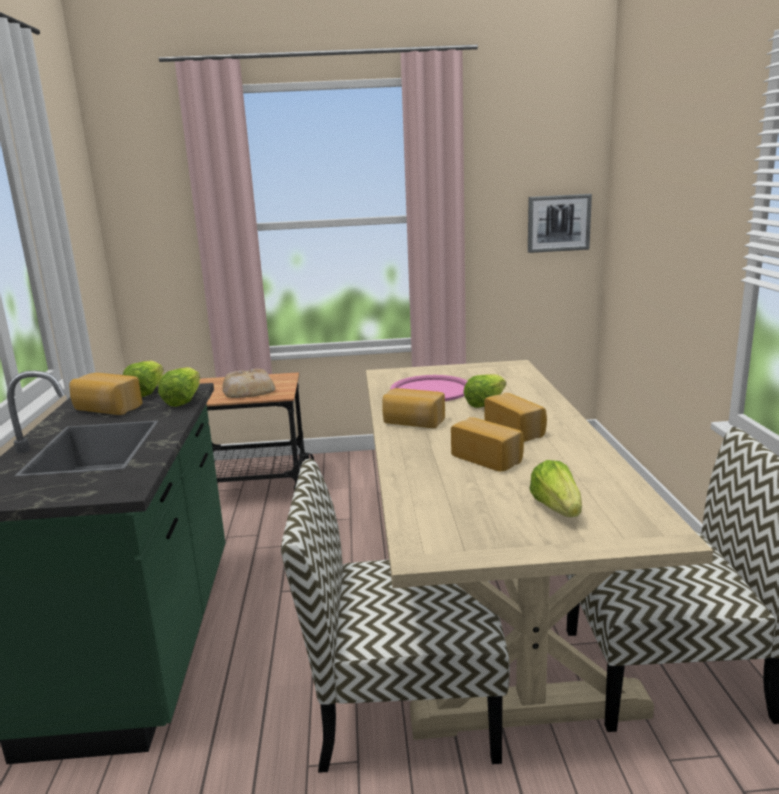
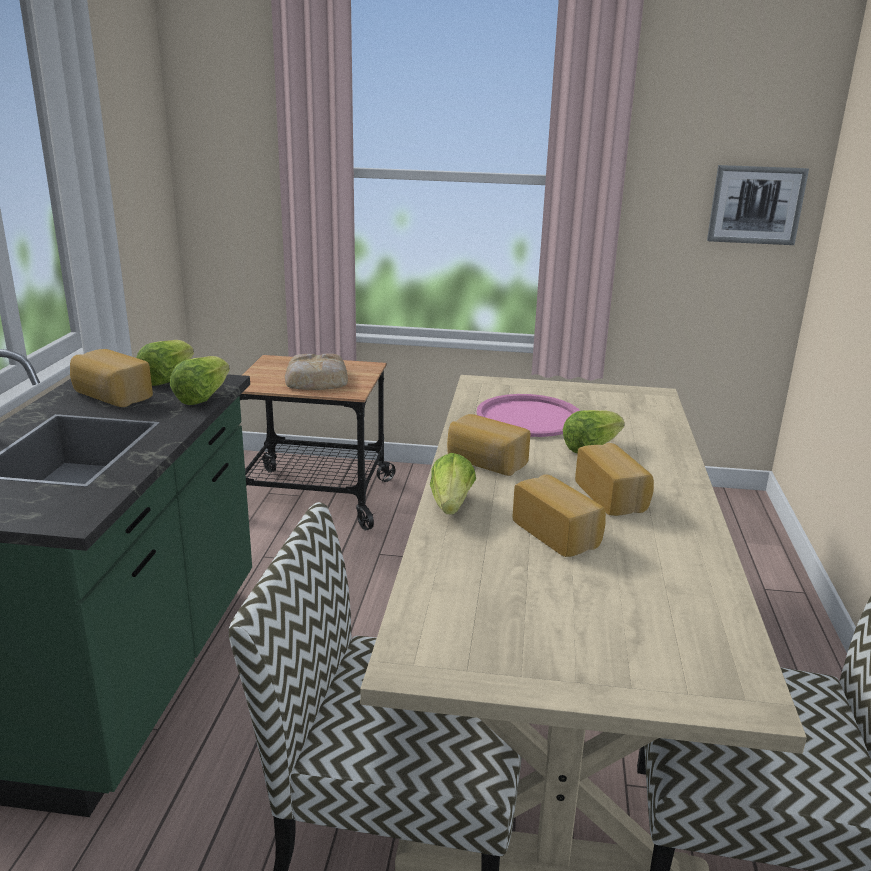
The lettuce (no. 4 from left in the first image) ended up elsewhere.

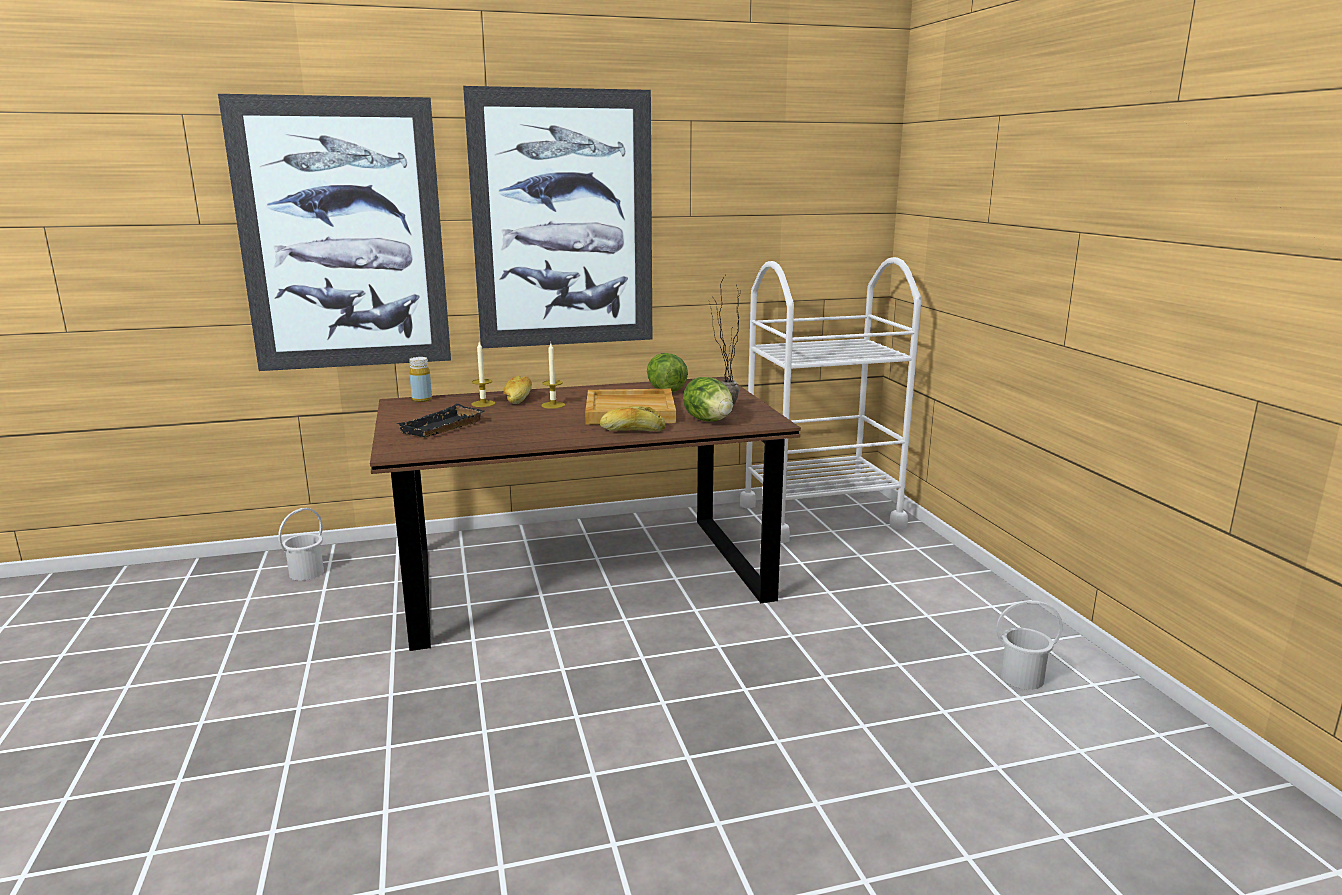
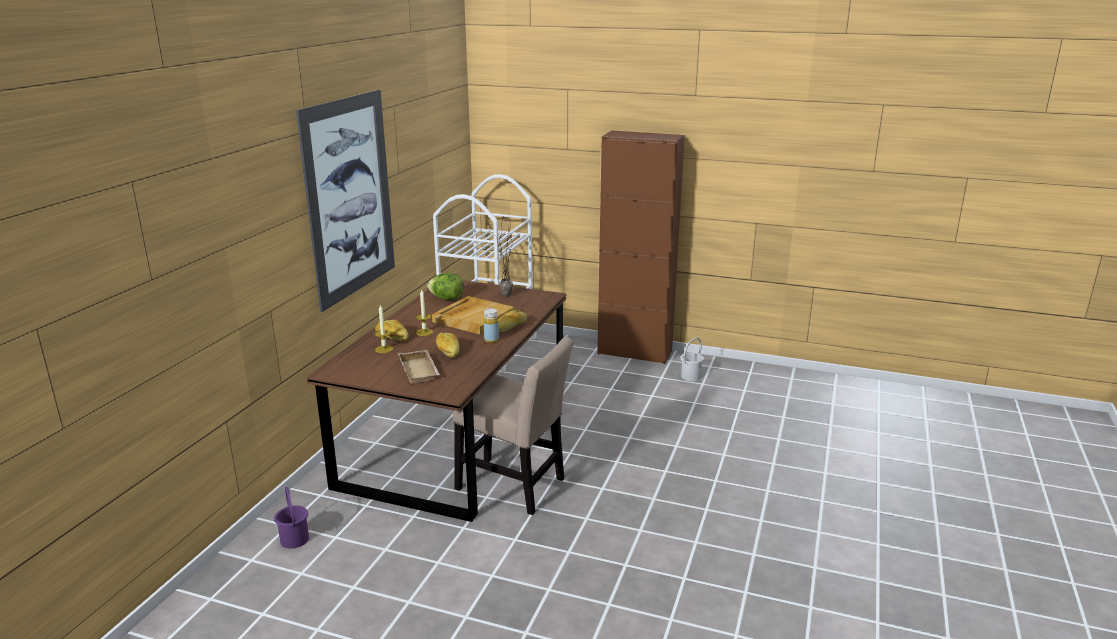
What was the white bucket (no. 1 from left) turned into the purple bucket.
What was the black tray turned into the beige tray (no. 1 from left).
The second view gained the bread (no. 2 from left).
The second view gained the beige chair.
The yellow bottle ended up elsewhere.
The second view gained the brown cabinet.
The second view lost the picture (no. 1 from left).
The second view lost the lettuce (no. 2 from left).

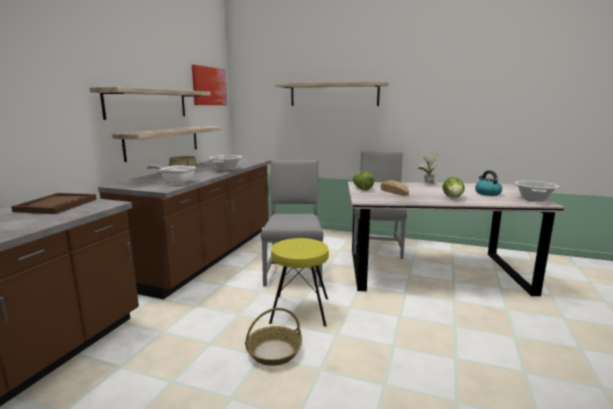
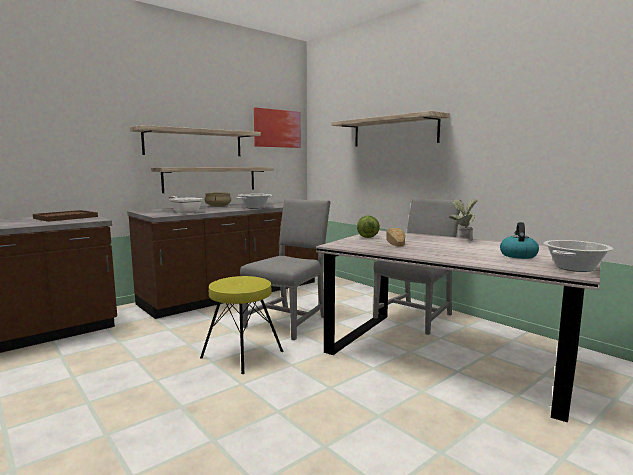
The second view lost the basket.
The second view lost the lettuce (no. 2 from left).

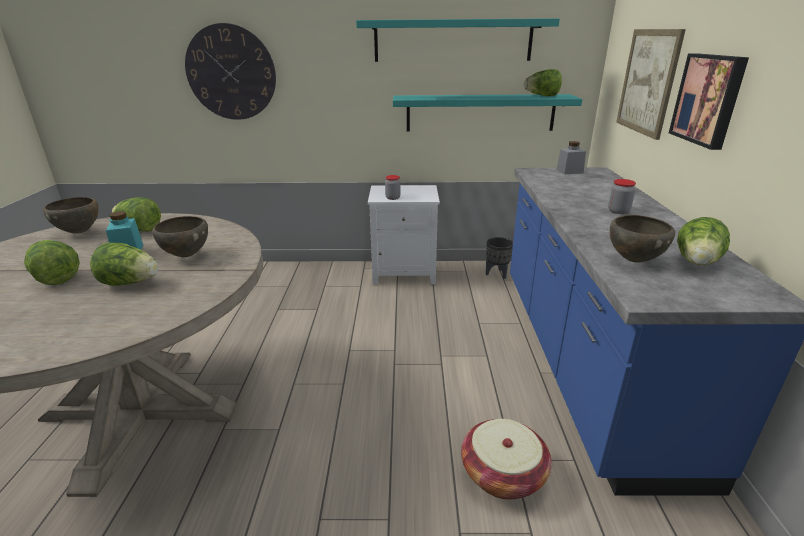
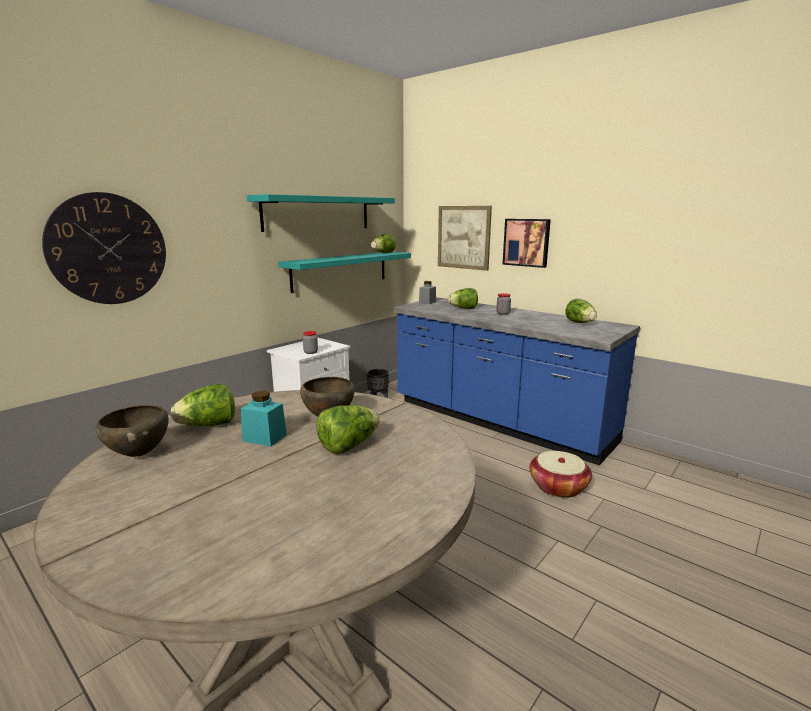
The lettuce (no. 1 from left in the first image) ended up elsewhere.
The second view lost the brown bowl (no. 3 from left).

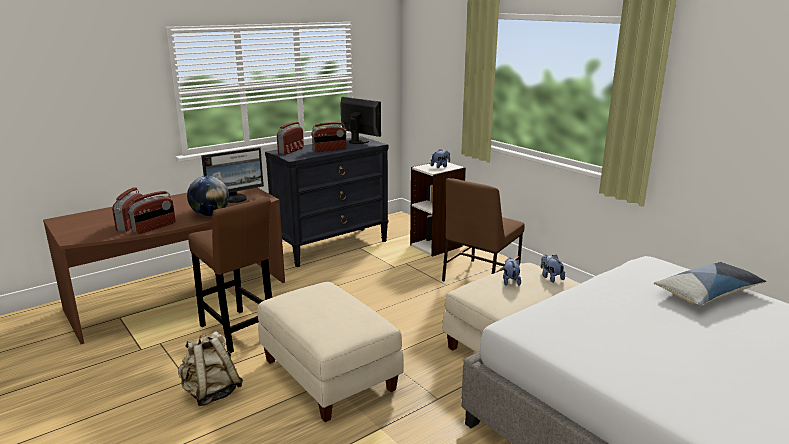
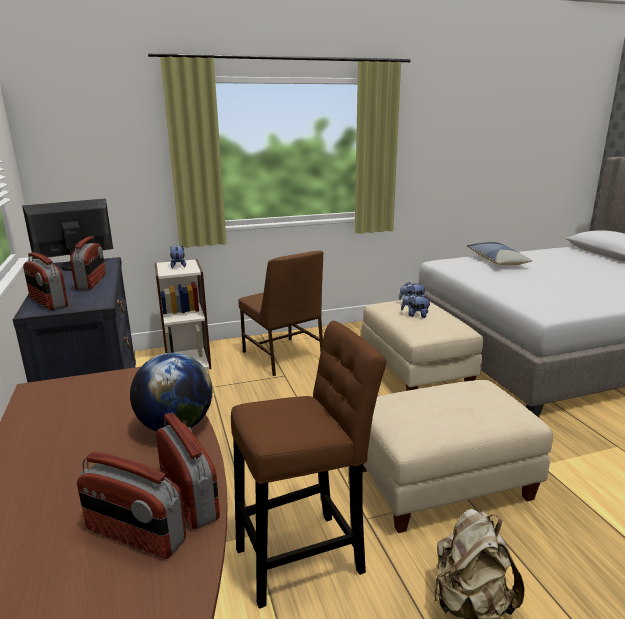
The second view lost the monitor (no. 1 from left).

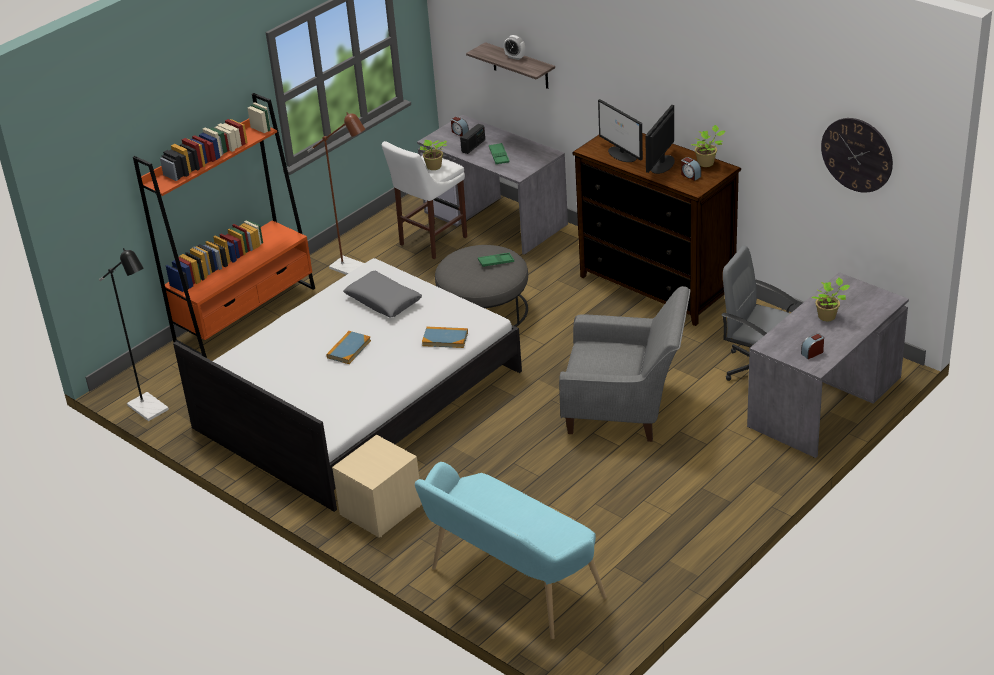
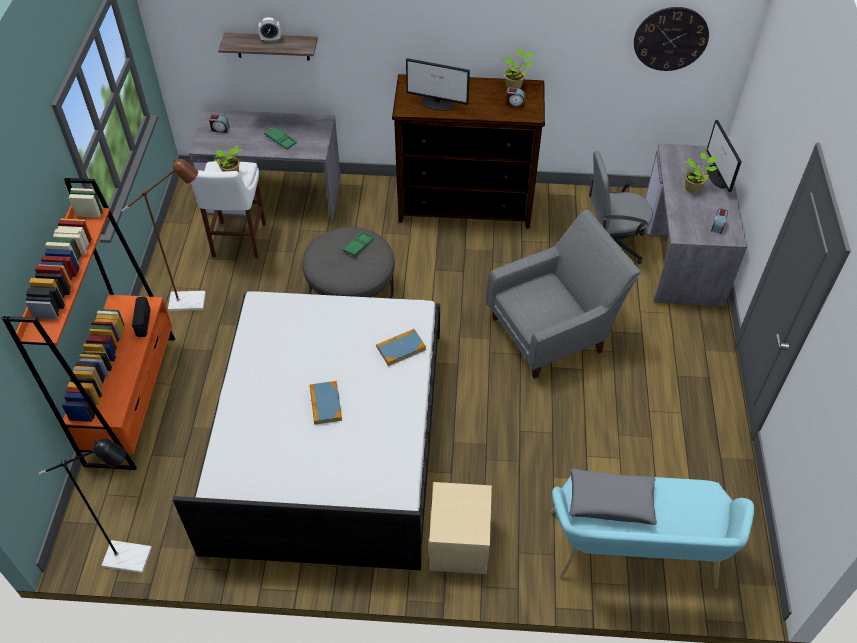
The radio ended up elsewhere.
The grey pillow ended up elsewhere.
The monitor (no. 2 from left) ended up elsewhere.

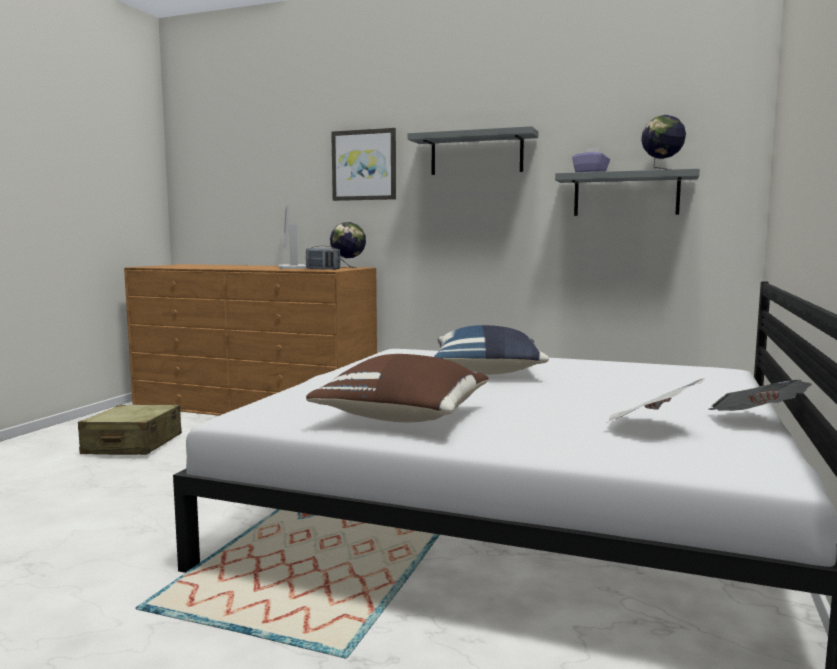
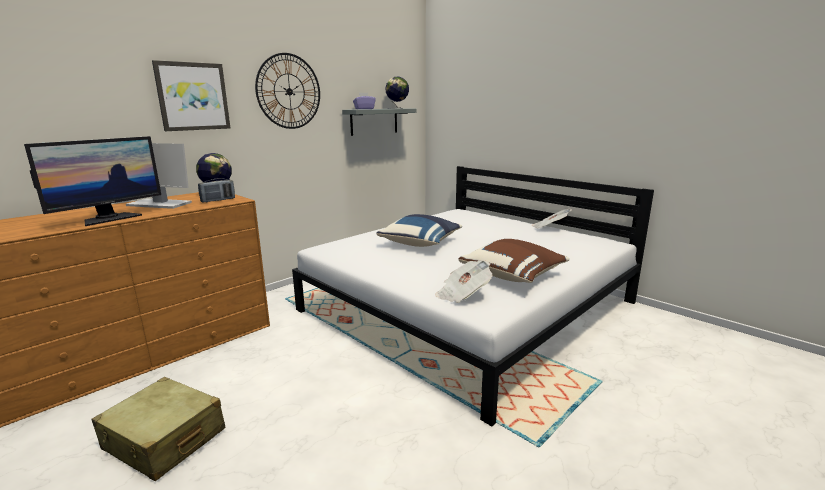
The second view gained the monitor (no. 1 from left).
Where the grey shelf (no. 1 from left) hung, the wall clock came to hang.
The newspaper (no. 1 from left) ended up elsewhere.

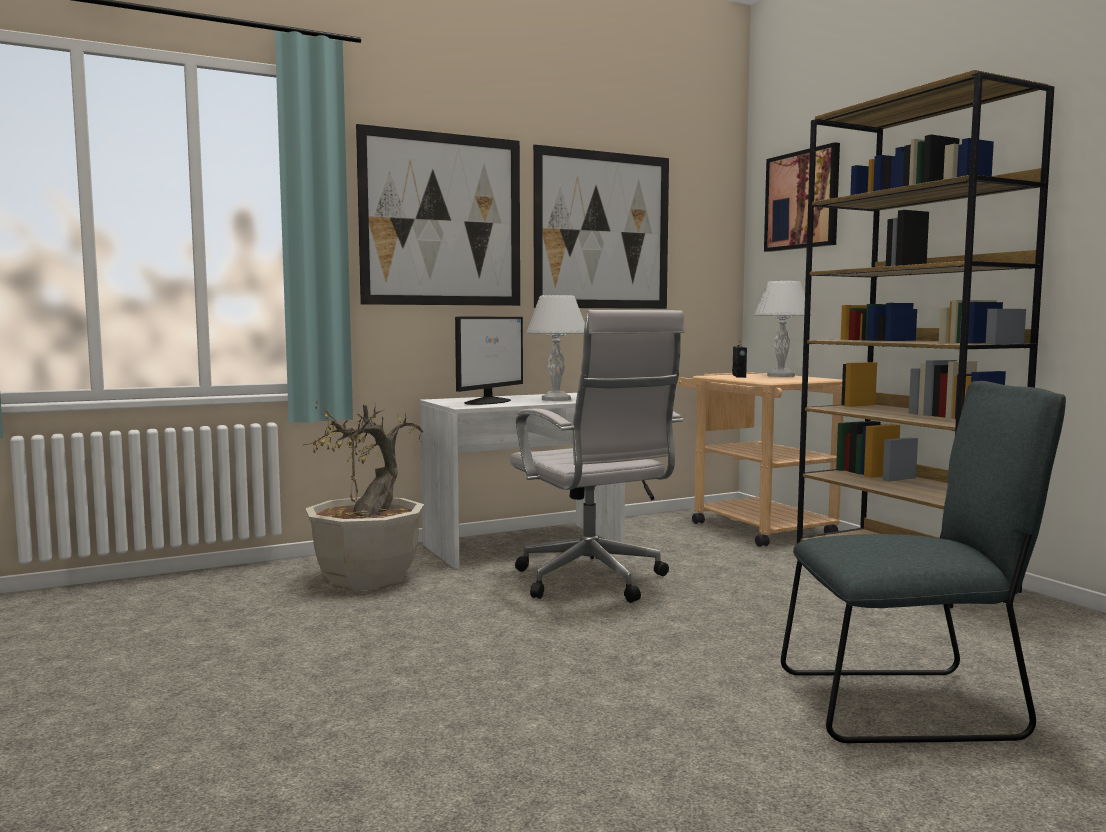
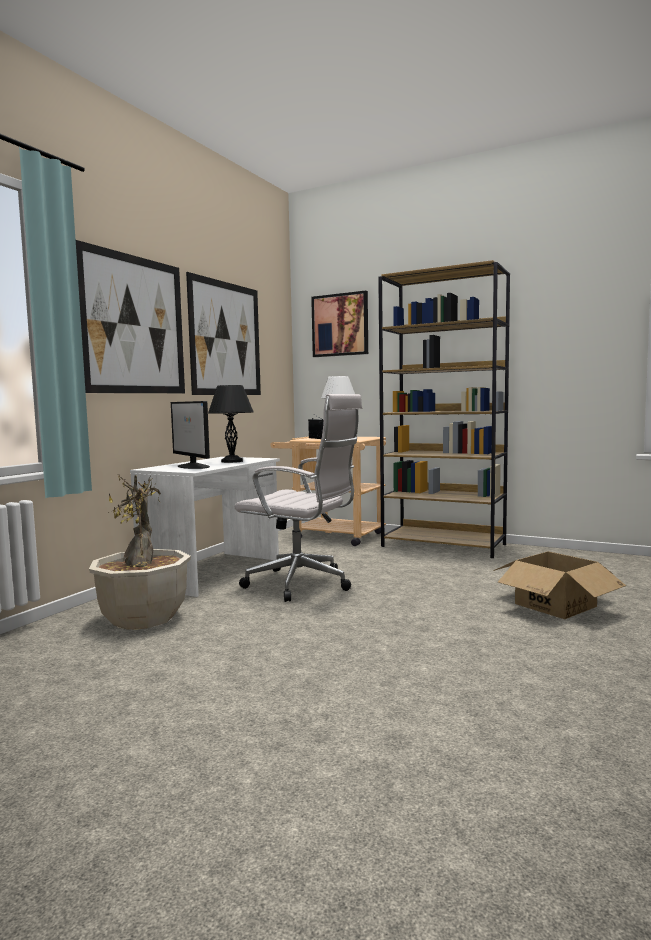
The monitor ended up facing another way, 150 degrees clockwise from before.
What was the white table lamp (no. 1 from left) turned into the black table lamp.
Where the grey chair stood, the cardboard box came to stand.

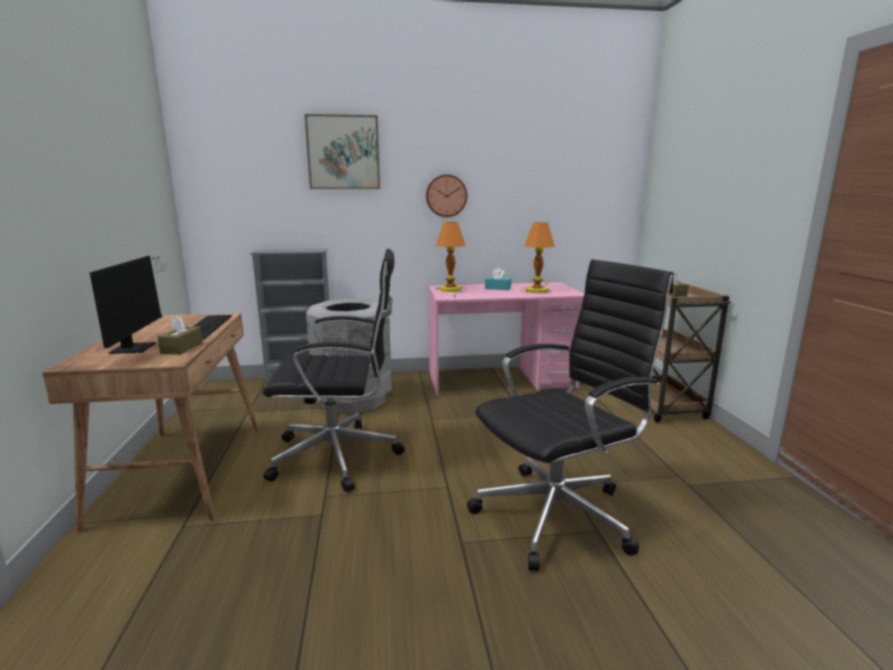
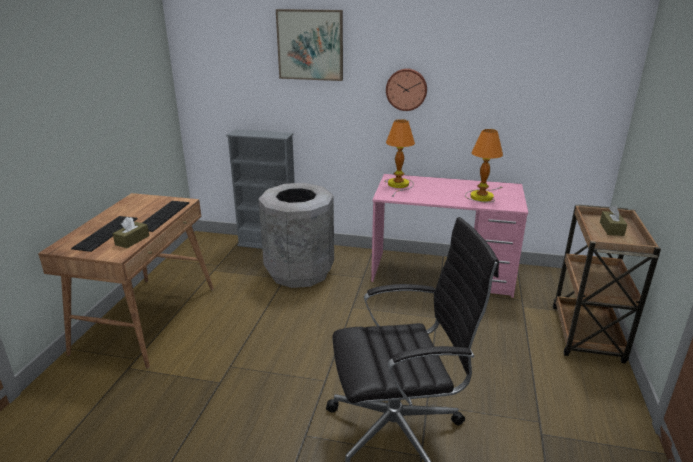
Where the monitor stood, the keyboard (no. 1 from left) came to stand.
The second view lost the black office chair (no. 1 from left).
The second view lost the turquoise tissue box.

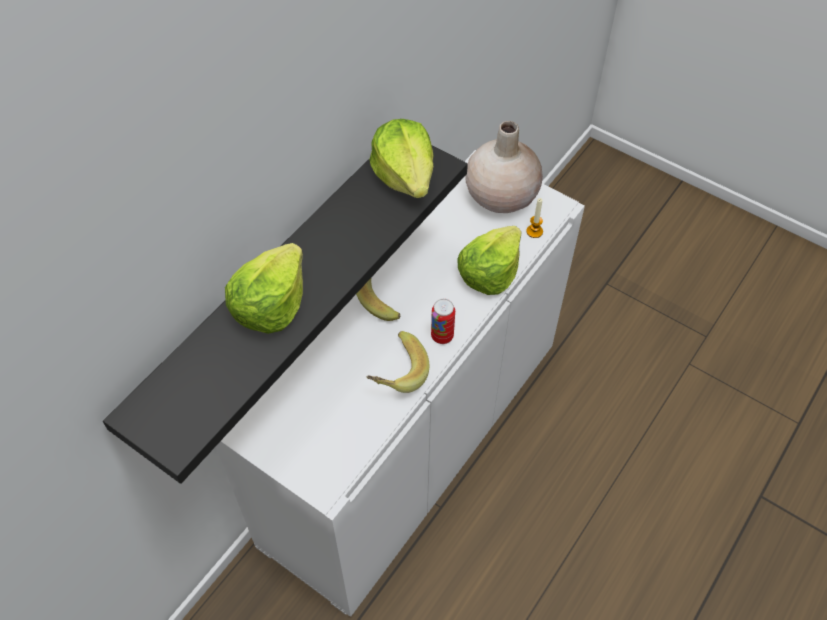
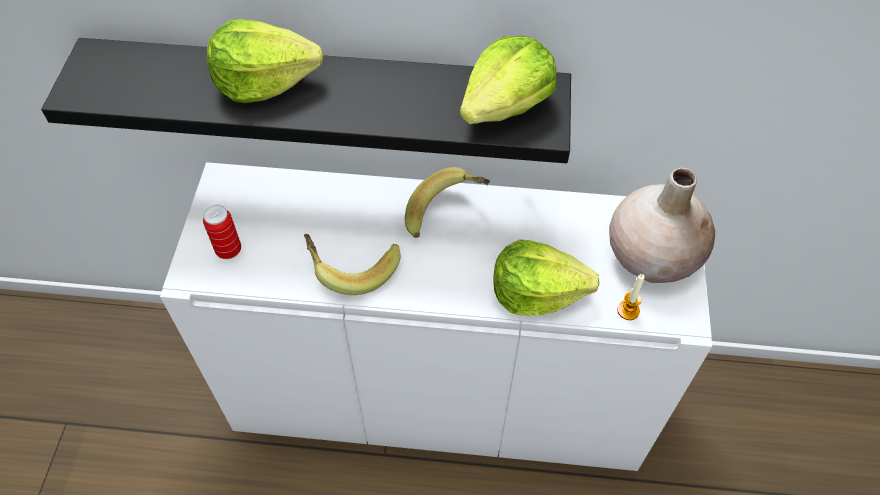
The can ended up elsewhere.

